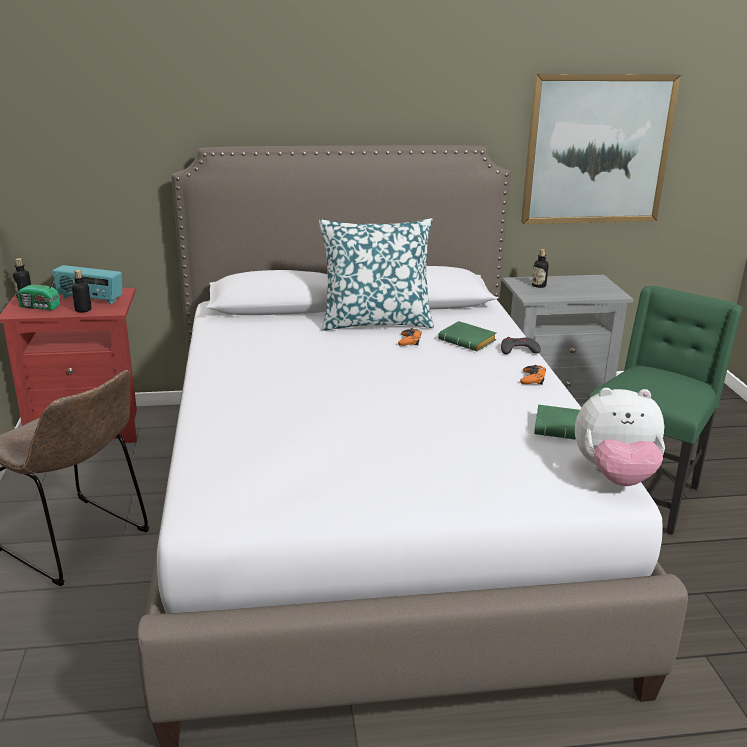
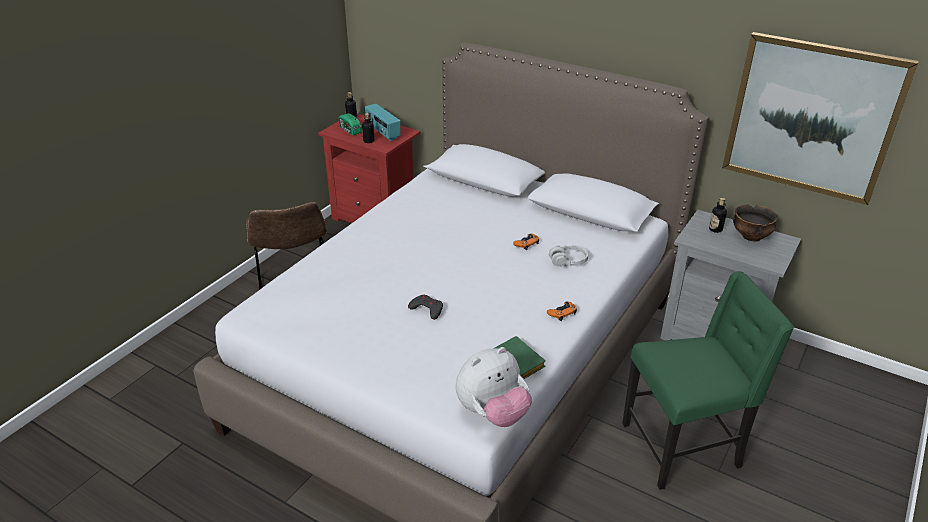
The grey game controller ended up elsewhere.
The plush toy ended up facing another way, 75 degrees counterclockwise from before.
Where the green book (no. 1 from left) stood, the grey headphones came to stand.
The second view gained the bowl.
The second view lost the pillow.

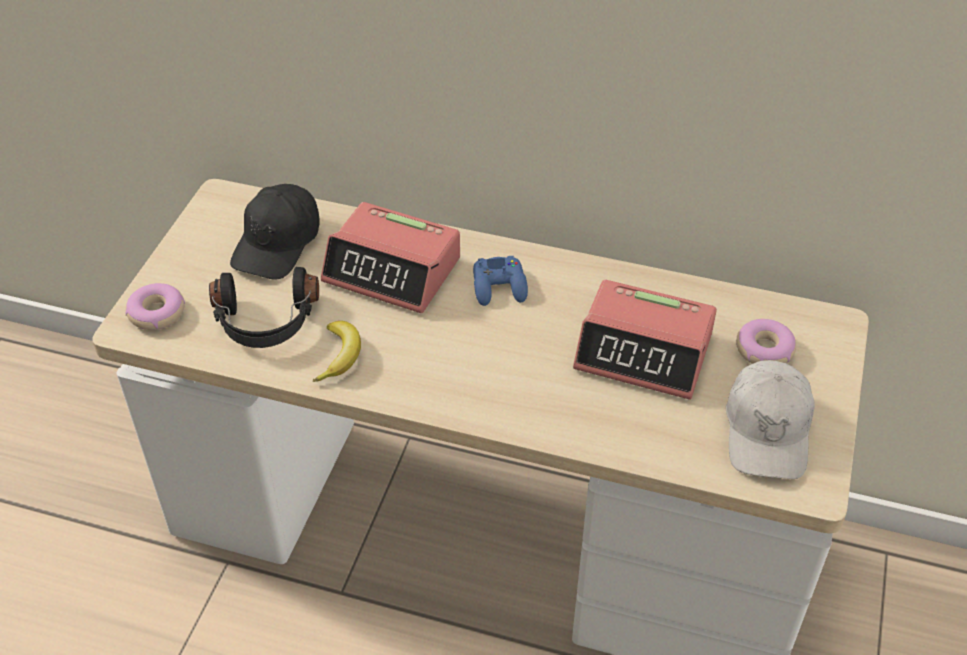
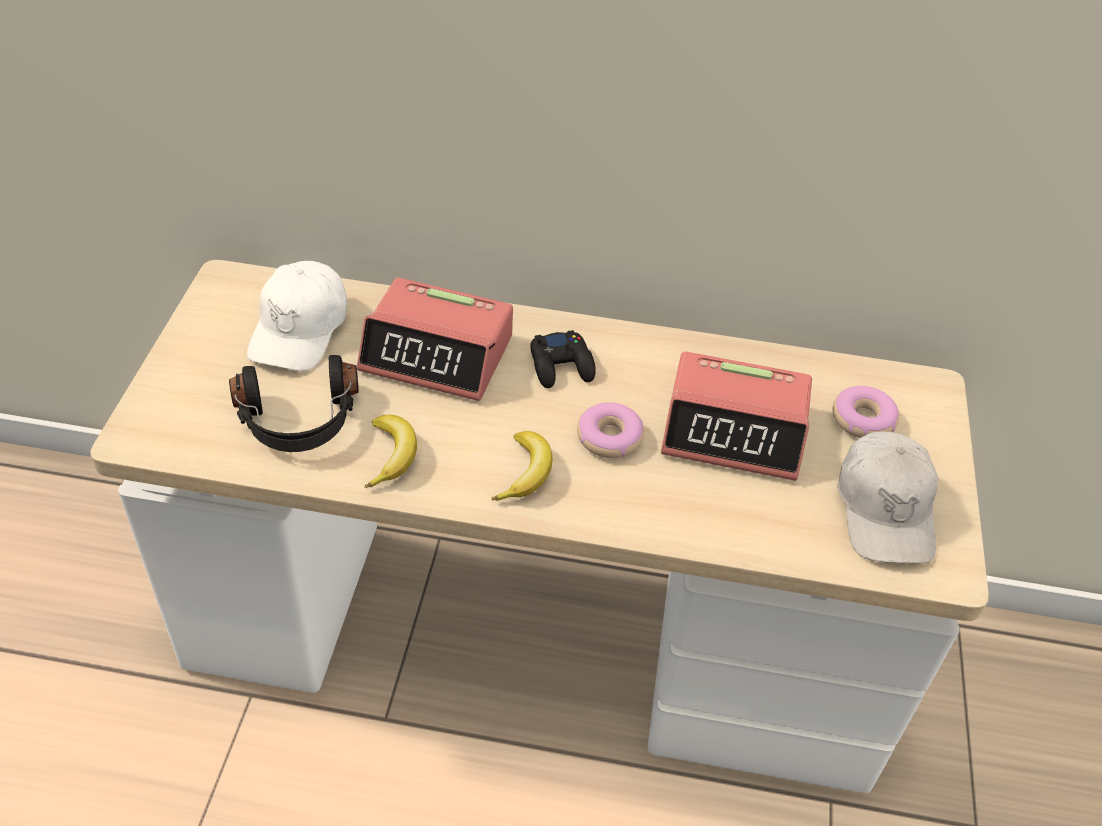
What was the black cap turned into the white cap (no. 1 from left).
The second view gained the banana (no. 2 from left).
What was the blue game controller turned into the black game controller.
The donut (no. 1 from left) ended up elsewhere.

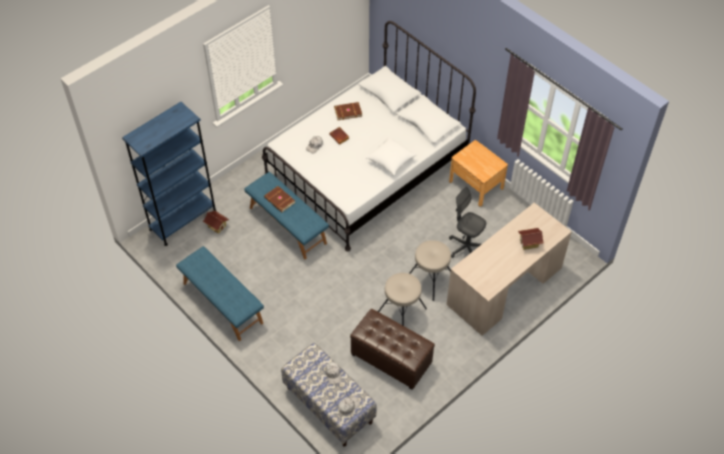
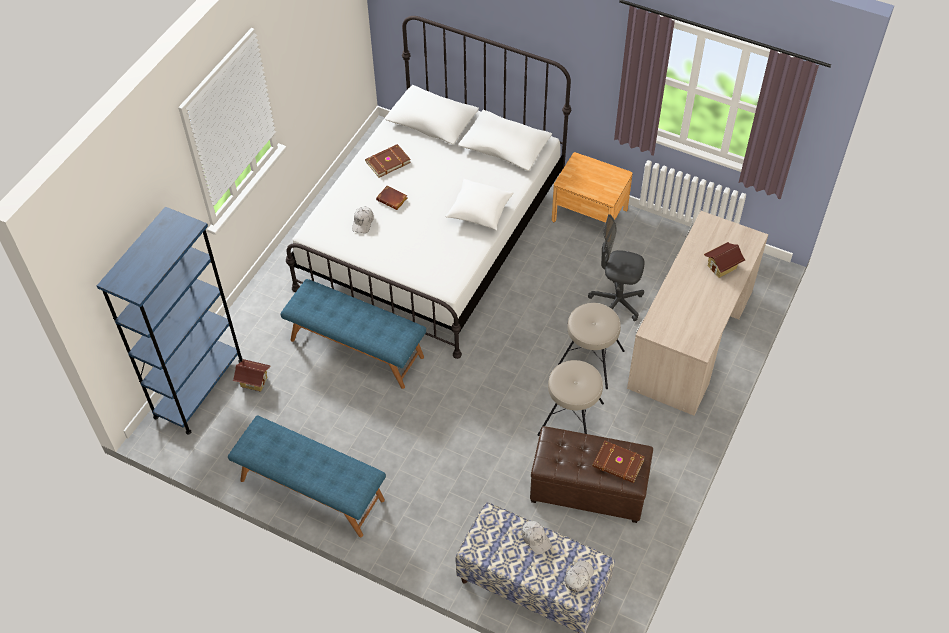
The brown book (no. 1 from left in the first image) ended up elsewhere.

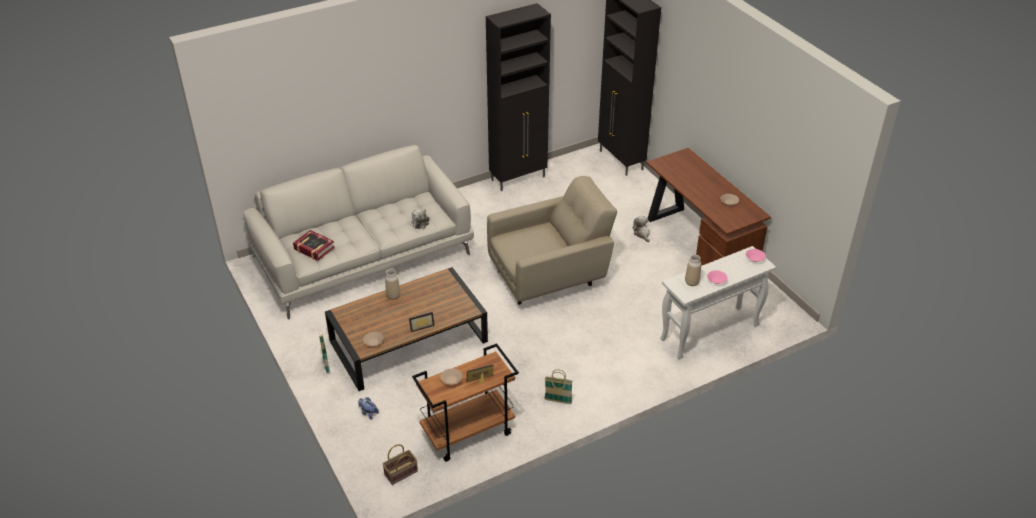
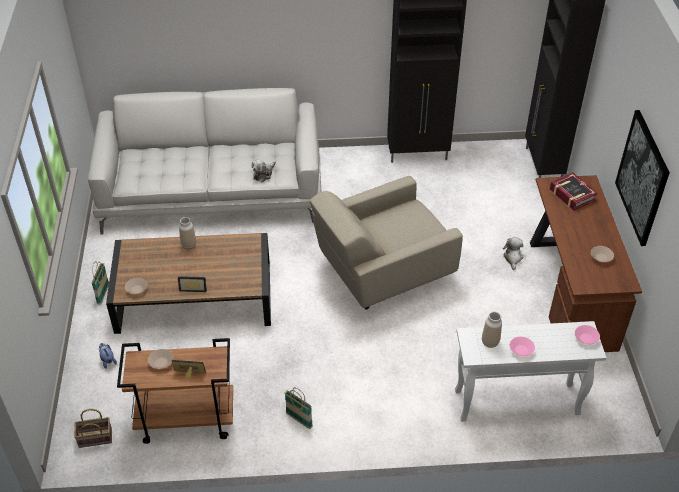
The beige armchair ended up facing another way, 150 degrees clockwise from before.
The book ended up elsewhere.
The second view gained the picture.

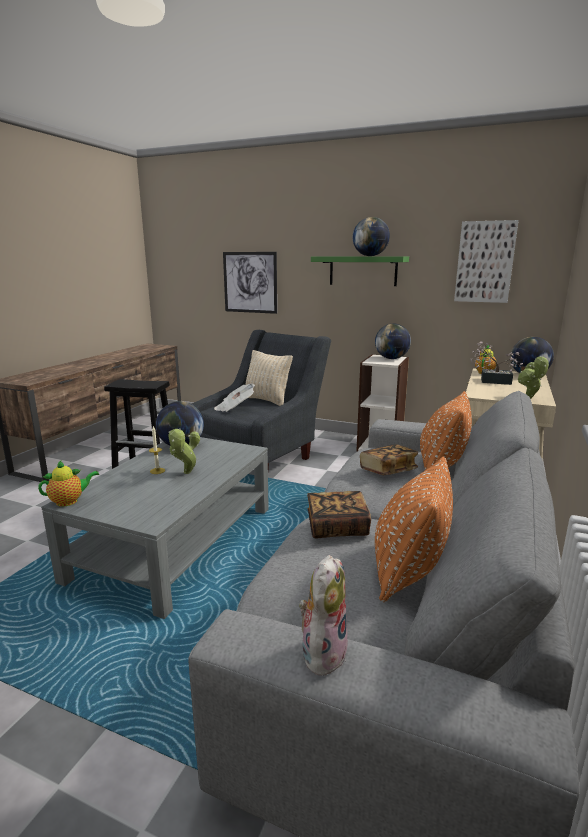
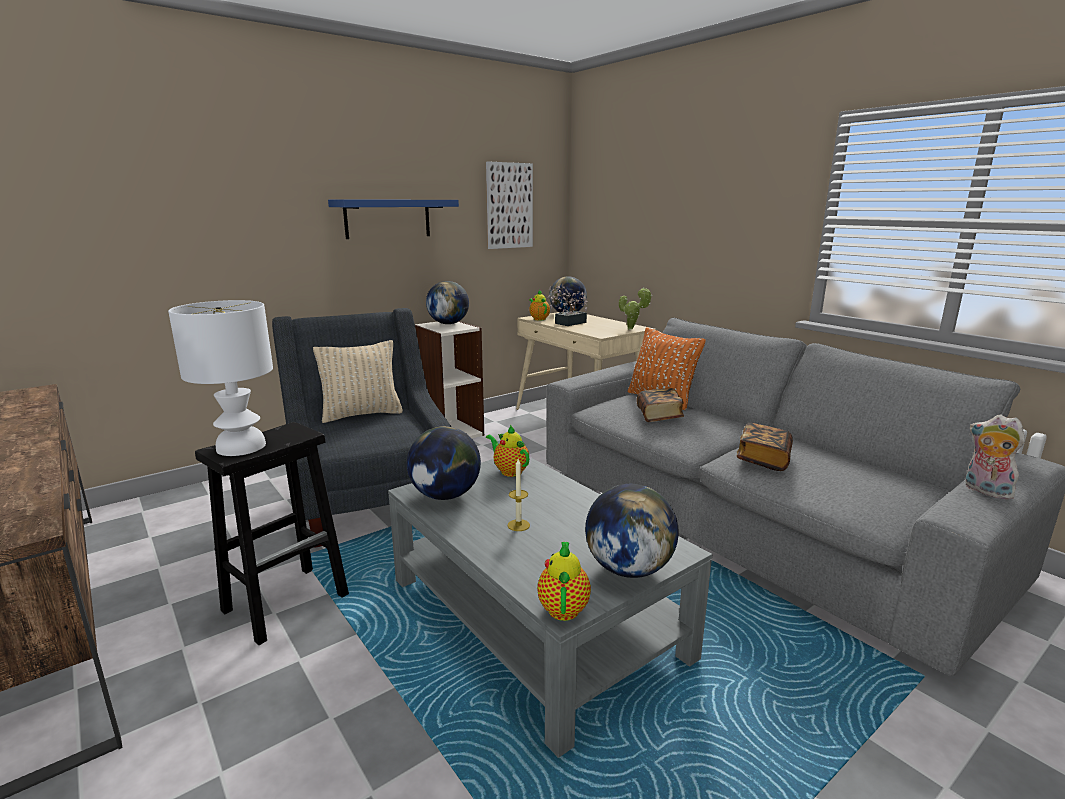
The second view gained the white table lamp.
What was the green shelf turned into the blue shelf.
The second view gained the teapot (no. 1 from left).
The globe (no. 2 from left in the first image) ended up elsewhere.
The second view lost the potted plant (no. 1 from left).
The second view lost the newspaper.
The second view lost the picture (no. 1 from left).
The second view lost the orange pillow (no. 1 from left).

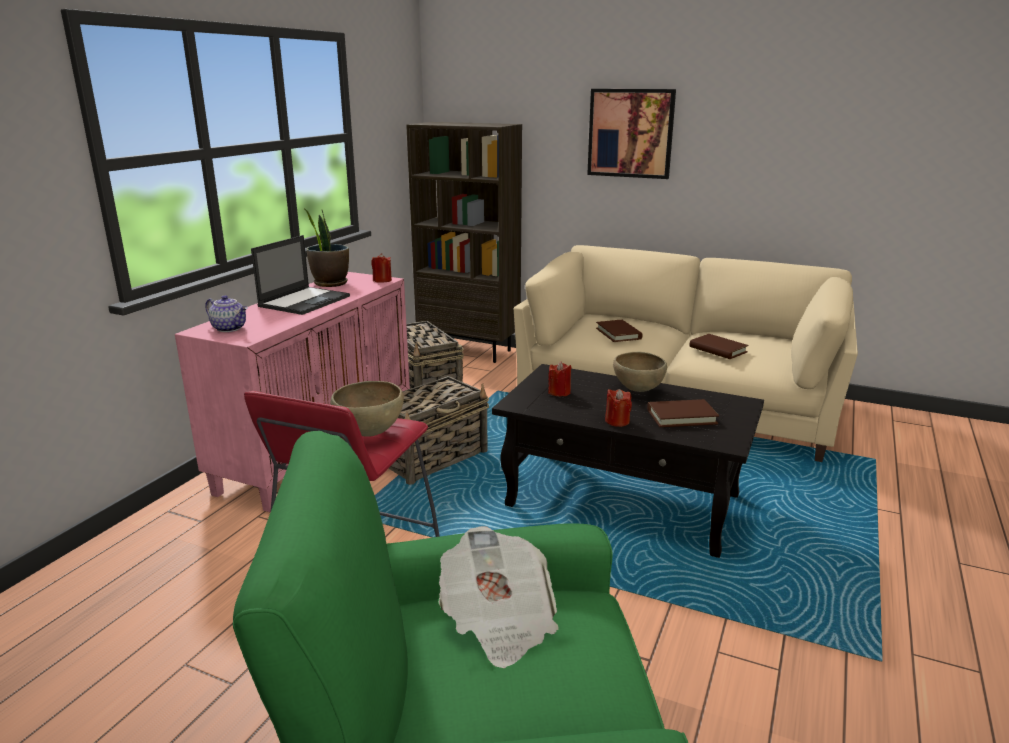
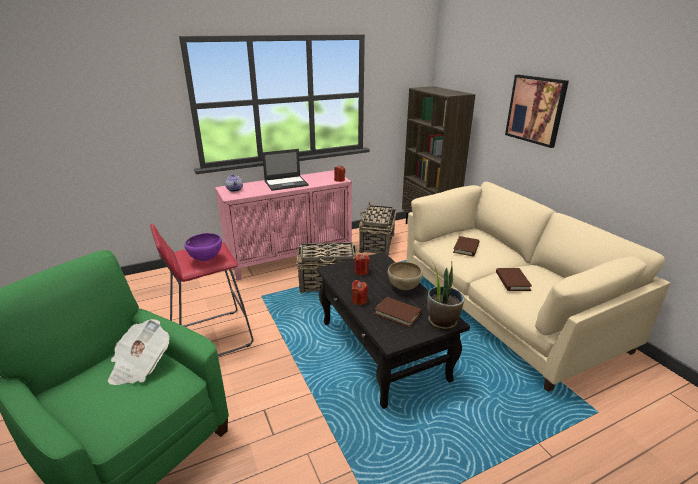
What was the brown bowl (no. 1 from left) turned into the purple bowl.
The potted plant ended up elsewhere.

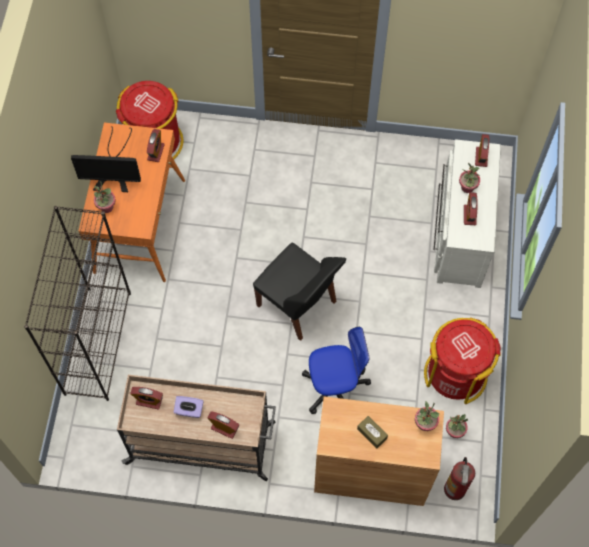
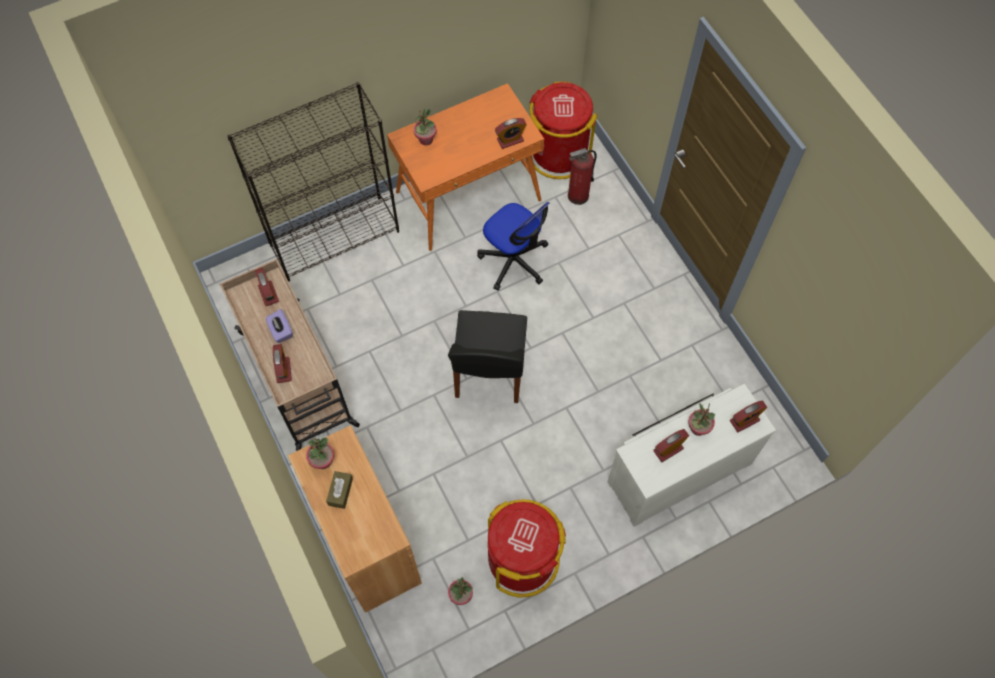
The potted plant (no. 2 from left in the first image) ended up elsewhere.
The office chair ended up elsewhere.
The fire extinguisher ended up elsewhere.
The second view lost the monitor.

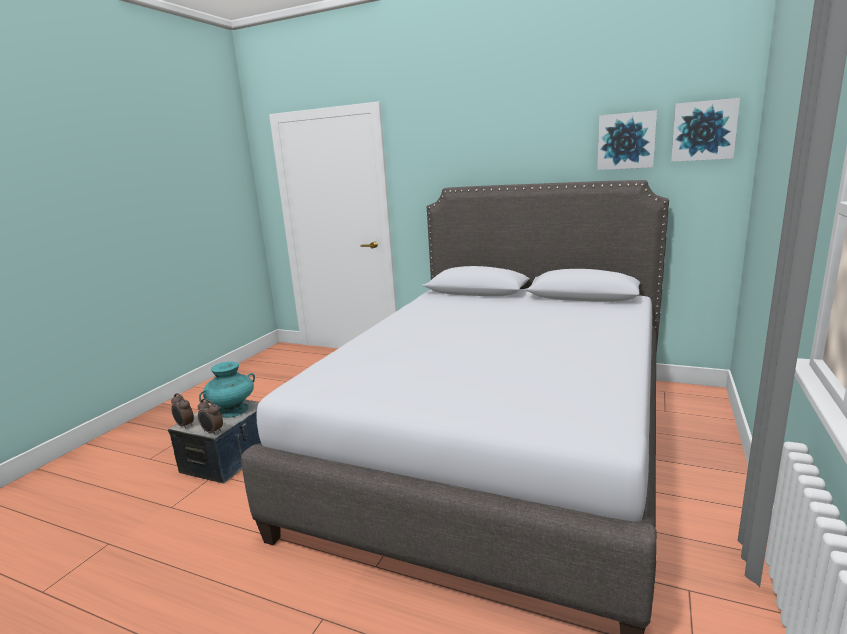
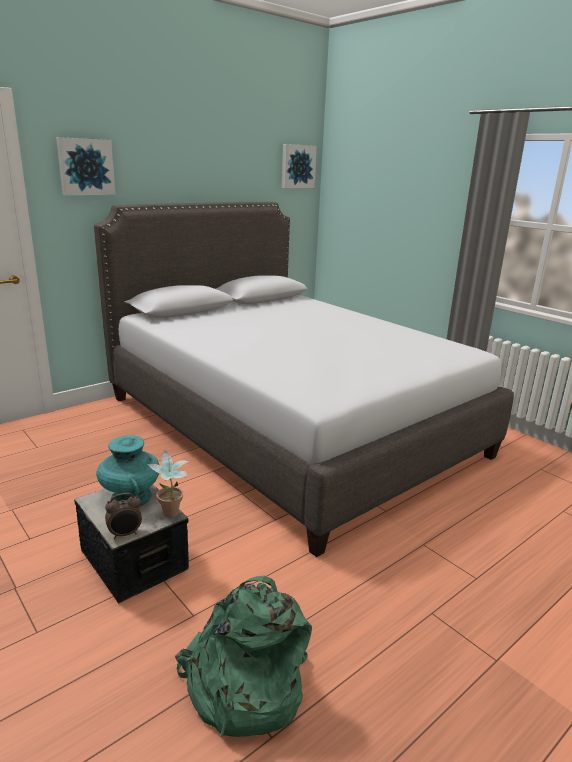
The picture (no. 1 from left) ended up elsewhere.
Where the alarm clock (no. 2 from left) stood, the potted plant came to stand.
The second view gained the green backpack.

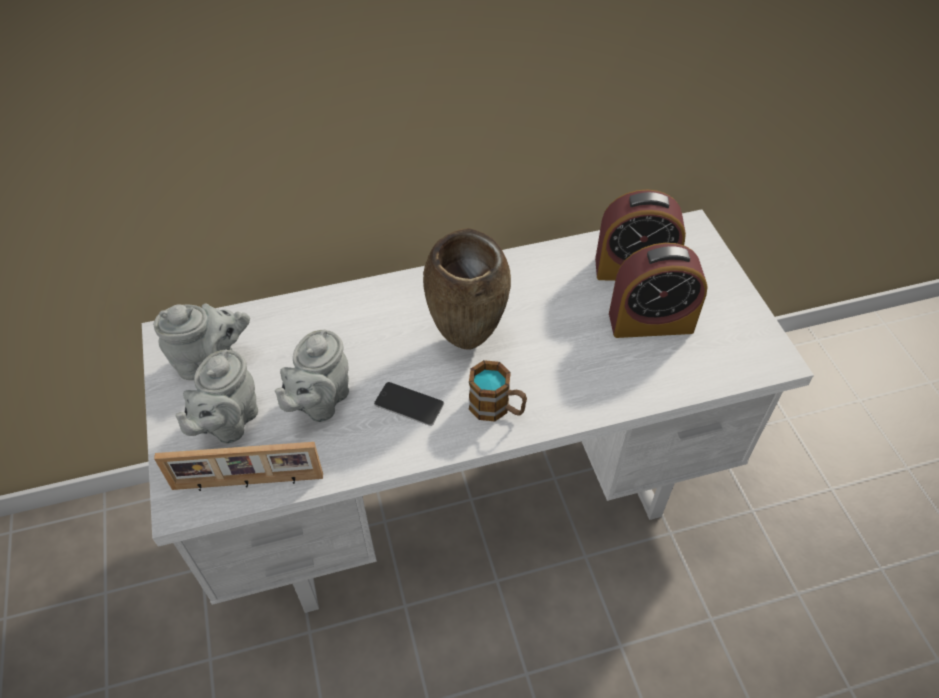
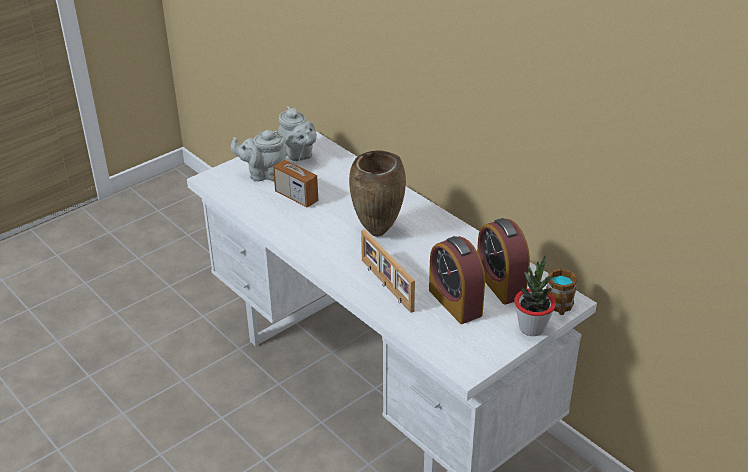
Where the grey teapot (no. 3 from left) stood, the radio came to stand.
The picture frame ended up elsewhere.
The second view gained the potted plant.
The mug ended up elsewhere.
The second view lost the phone.

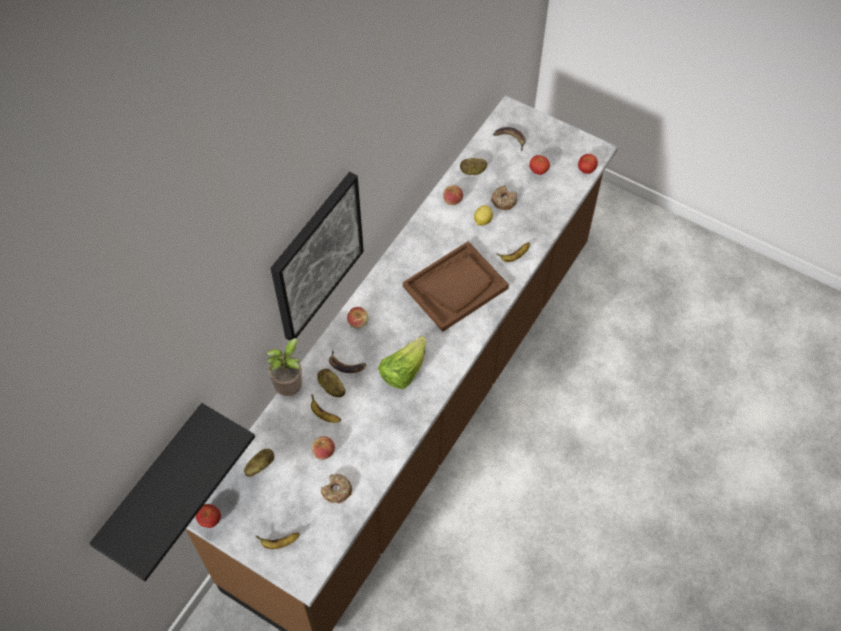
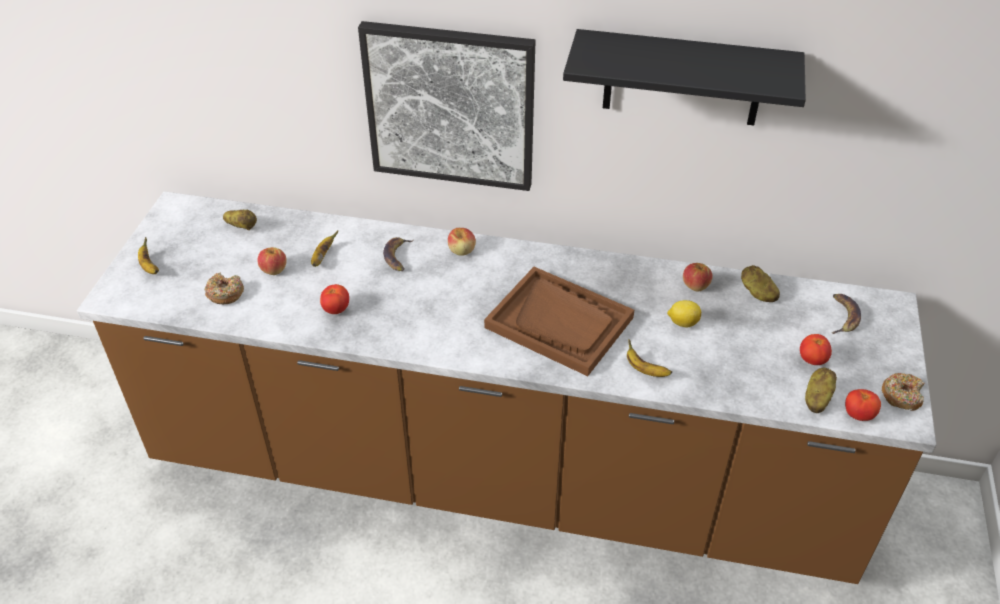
The tomato (no. 1 from left) ended up elsewhere.
The black shelf ended up elsewhere.
The potato (no. 2 from left in the first image) ended up elsewhere.
The donut (no. 2 from left) ended up elsewhere.
The second view lost the potted plant.
The second view lost the lettuce.

